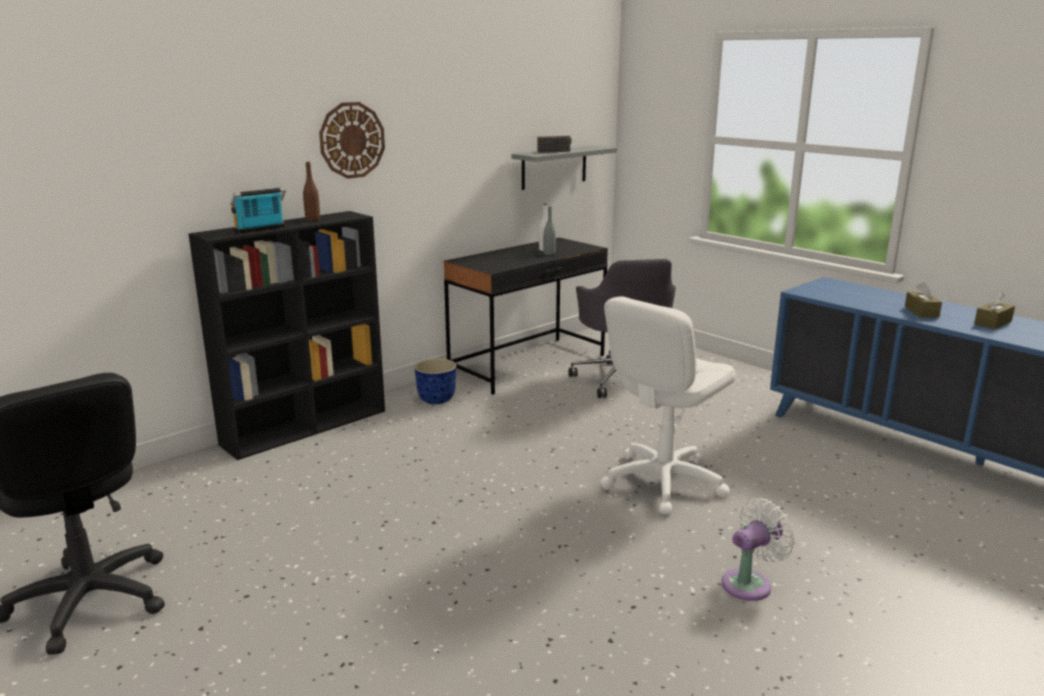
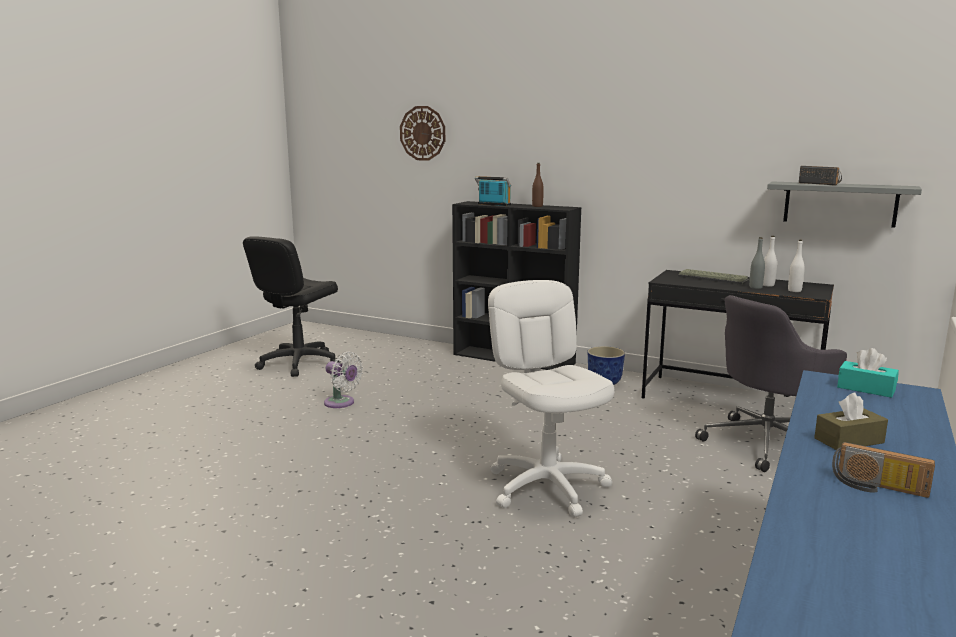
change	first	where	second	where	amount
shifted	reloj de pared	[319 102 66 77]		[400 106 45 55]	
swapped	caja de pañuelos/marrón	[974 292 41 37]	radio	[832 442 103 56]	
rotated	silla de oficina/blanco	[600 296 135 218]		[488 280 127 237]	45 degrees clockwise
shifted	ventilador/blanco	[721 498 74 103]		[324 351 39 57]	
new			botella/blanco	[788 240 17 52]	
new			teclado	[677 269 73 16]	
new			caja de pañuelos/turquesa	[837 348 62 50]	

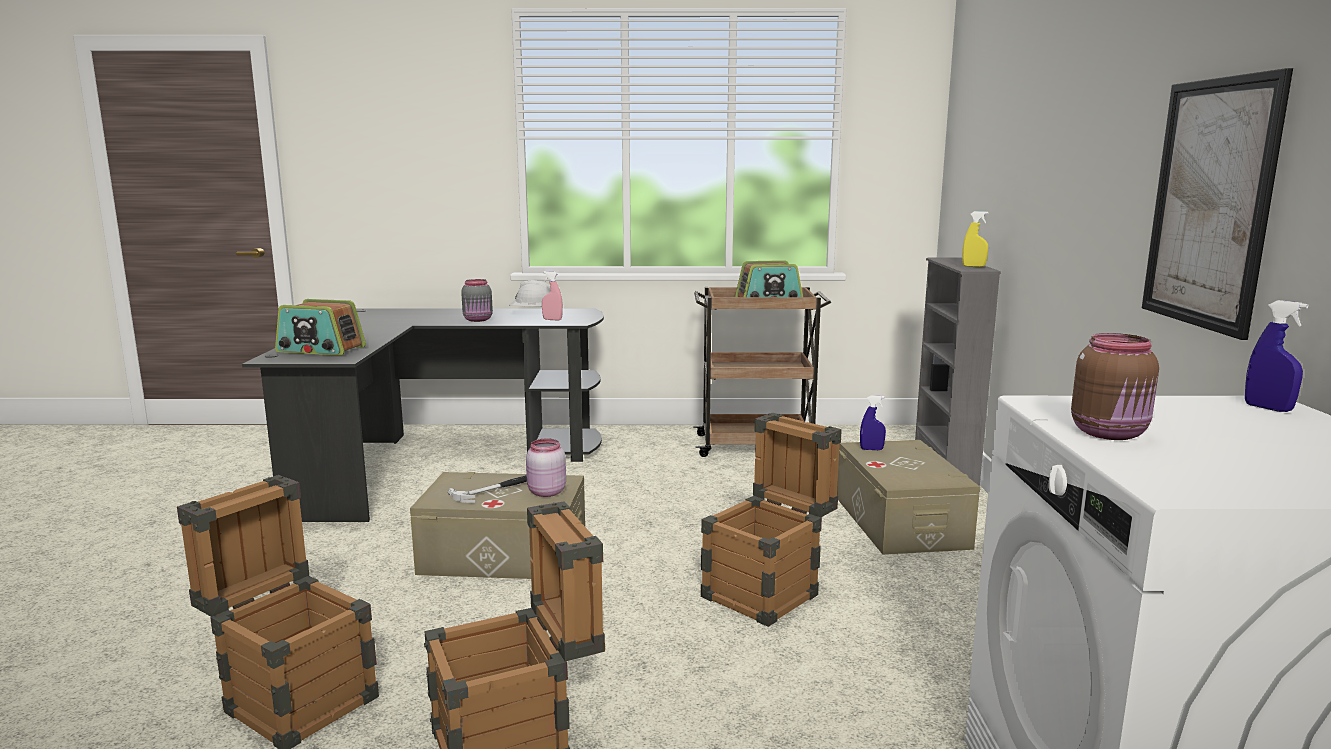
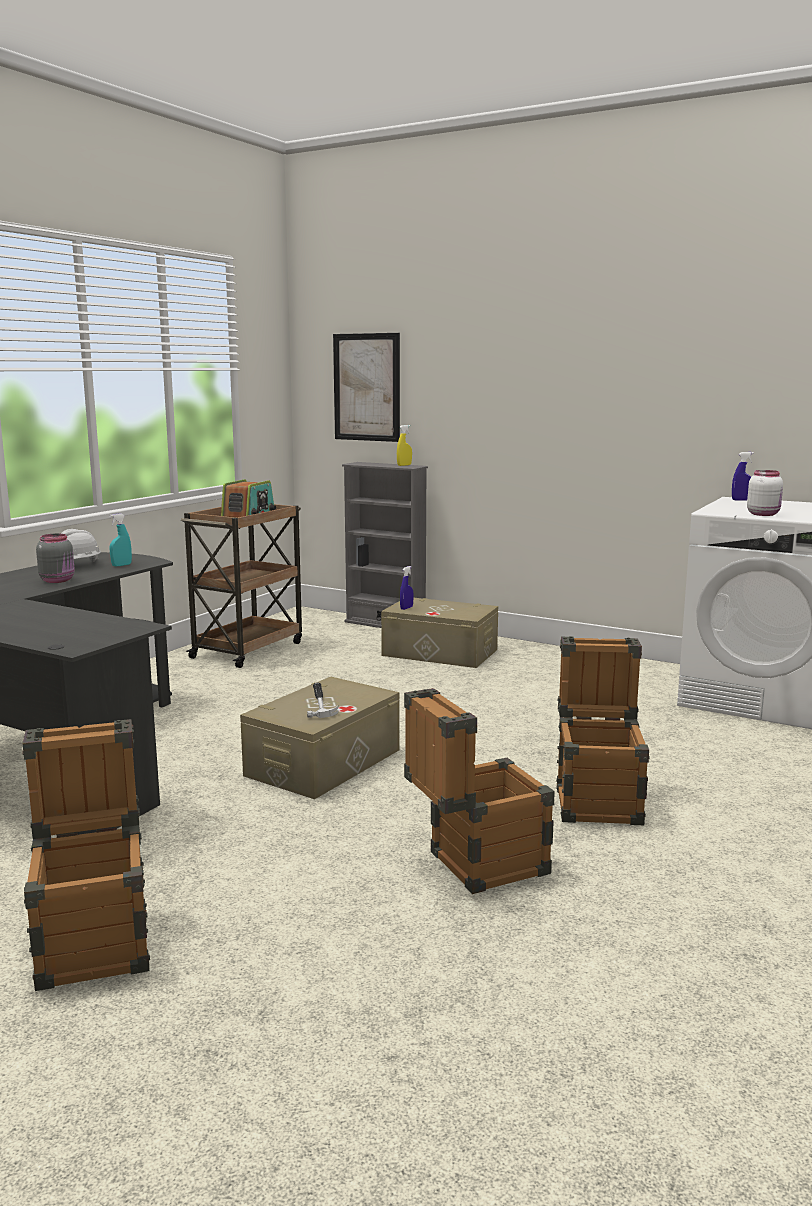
change	first	where	second	where	amount
shifted	cuadro	[1142 68 151 272]		[333 333 67 109]	
repainted	pulverizador/rosa	[542 271 21 49]	pulverizador/turquesa	[110 513 22 53]	
gone	radio	[275 299 91 57]			
repainted	tarro/marrón	[1071 333 88 107]	tarro/blanco	[747 470 36 46]	
shifted	caja de embalaje	[701 413 141 214]		[23 719 127 272]	
gone	tarro/rosa	[526 438 40 59]			

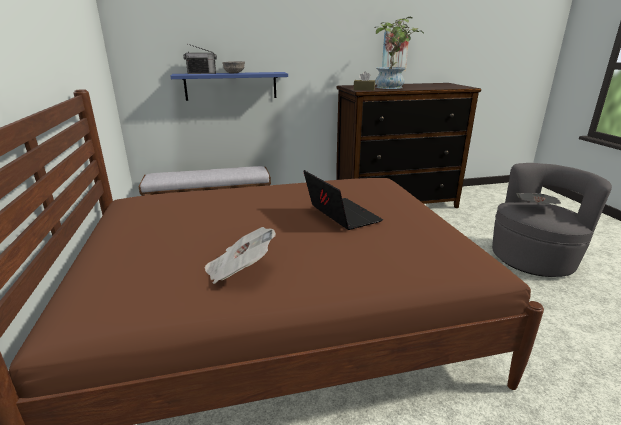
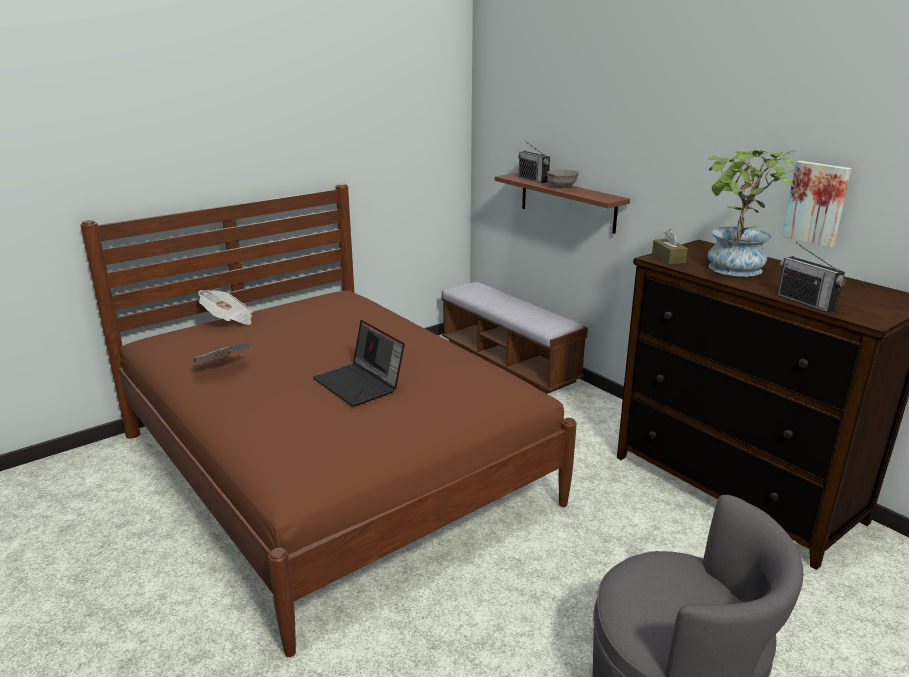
change	first	where	second	where	amount
repainted	estante/azul	[170 72 118 29]	estante/marrón	[495 173 135 61]	
rotated	portátil	[303 170 80 60]		[313 320 92 87]	105 degrees clockwise
shifted	periódico	[516 193 45 11]		[198 290 55 35]	
new			radio	[777 242 69 71]	

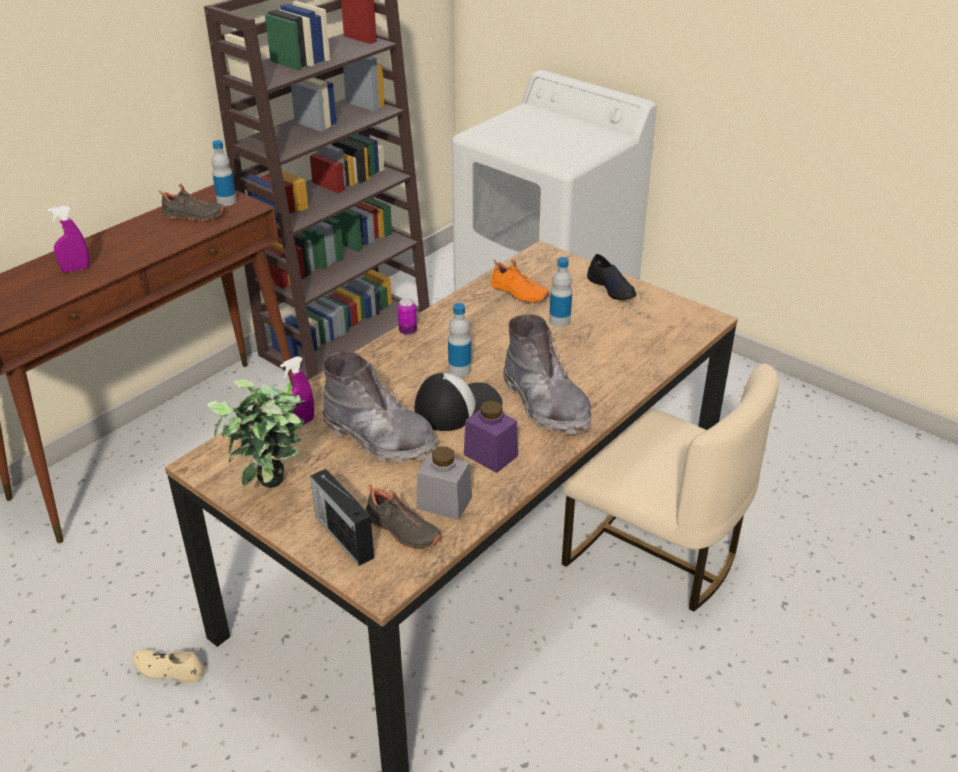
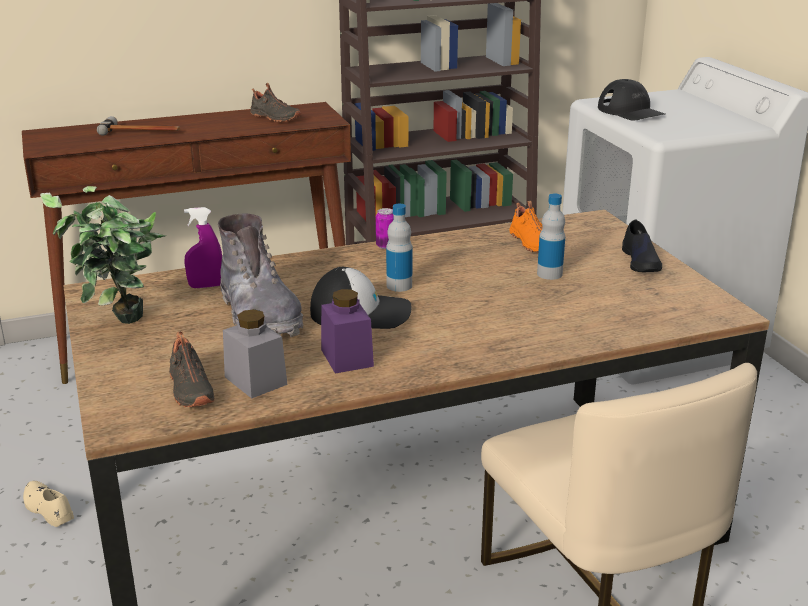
change	first	where	second	where	amount
gone	botella	[211 140 26 66]			
swapped	pulverizador/morado	[47 206 43 66]	martillo	[97 116 83 20]	
gone	bota/gris	[503 314 88 120]			
gone	radio	[310 469 64 97]			
new			gorra/negro	[598 79 67 41]	

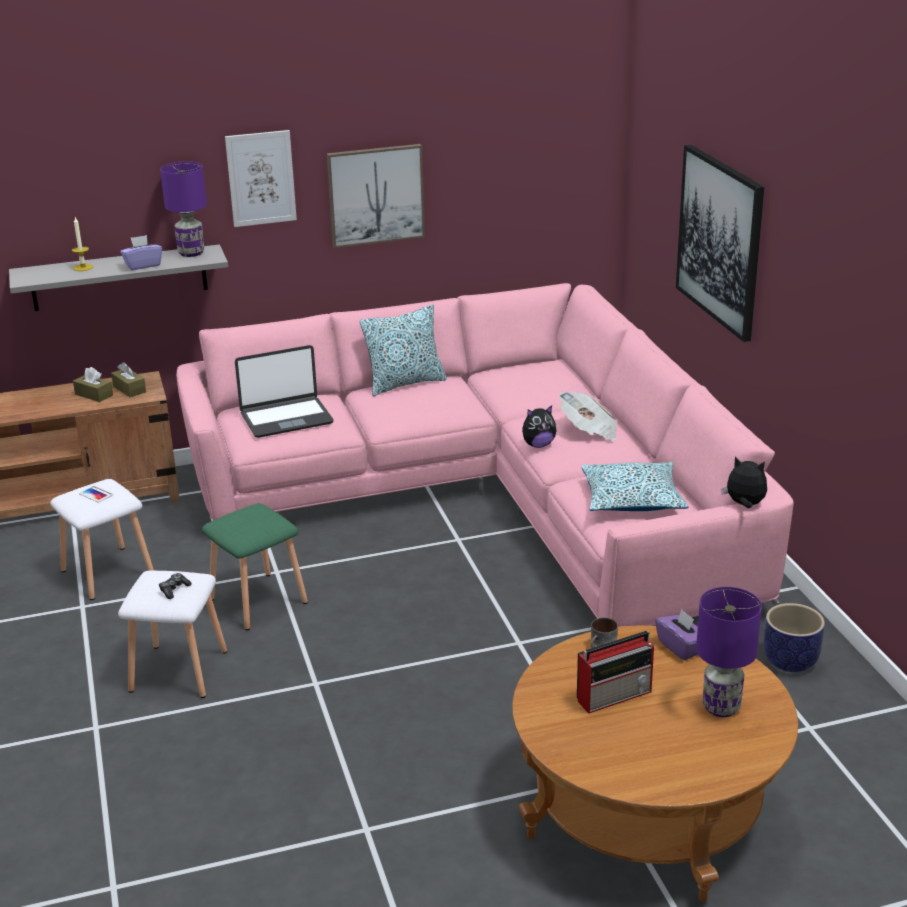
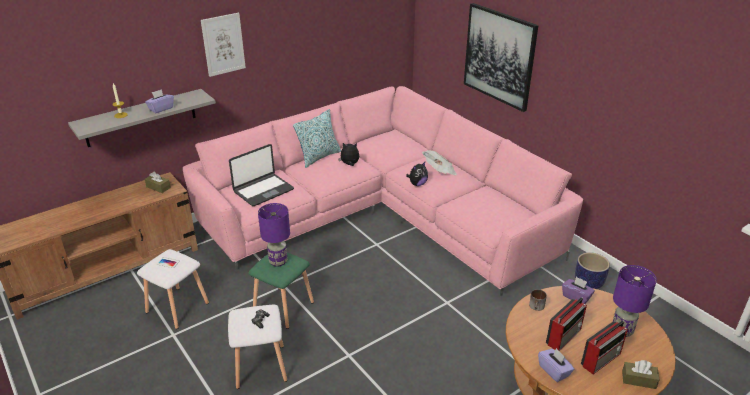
change	first	where	second	where	amount
gone	cuadro	[327 144 98 104]			
shifted	lámpara de mesa/morado	[160 161 47 96]		[258 203 32 64]	
shifted	caja de pañuelos/marrón	[73 367 40 35]		[622 360 38 29]	
shifted	peluche	[721 456 46 52]		[338 143 21 23]	
gone	cojín	[581 462 107 49]			
new			radio	[581 320 47 55]	
new			caja de pañuelos/morado	[538 348 36 34]	

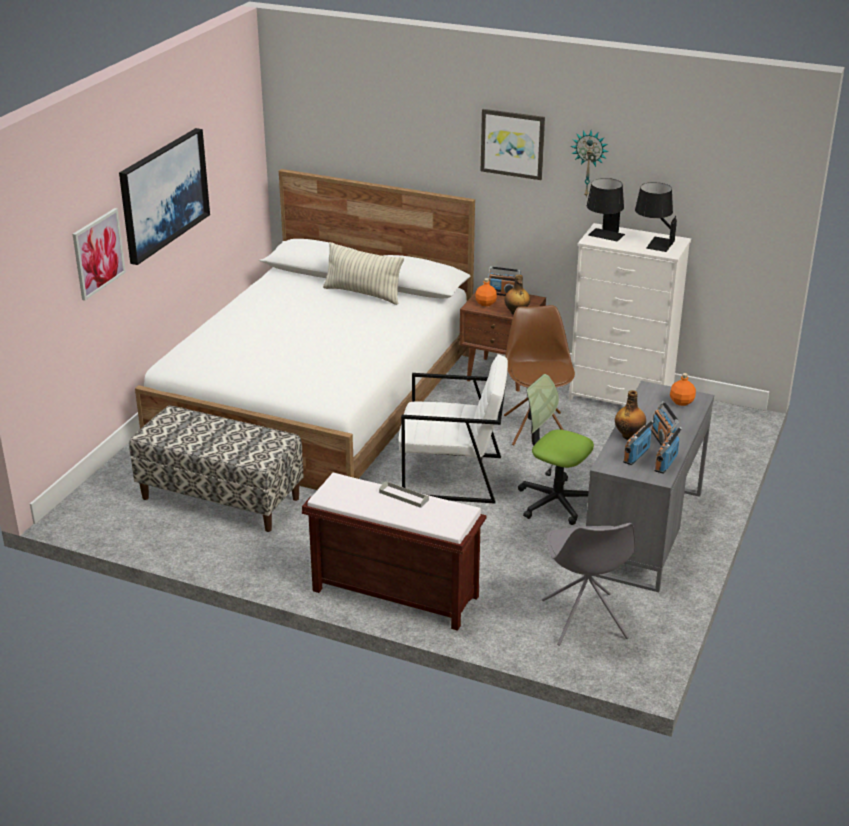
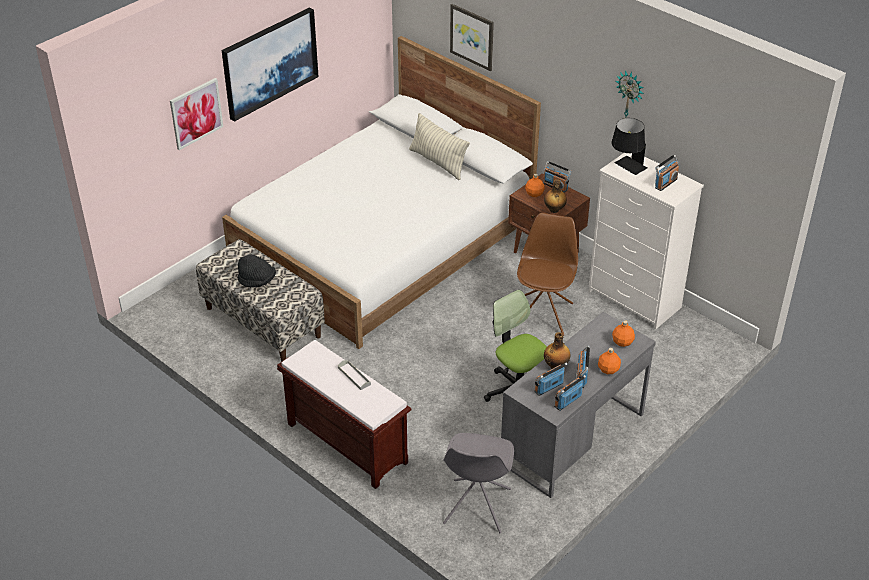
change	first	where	second	where	amount
shifted	cuadro	[481 109 64 71]		[450 4 44 67]	
swapped	lámpara de mesa/negro	[635 182 42 70]	radio	[655 155 24 36]	
gone	sillón/blanco	[399 355 109 149]			
new			sombrero/negro	[238 255 38 33]	
new			botella/naranja	[598 348 23 26]	

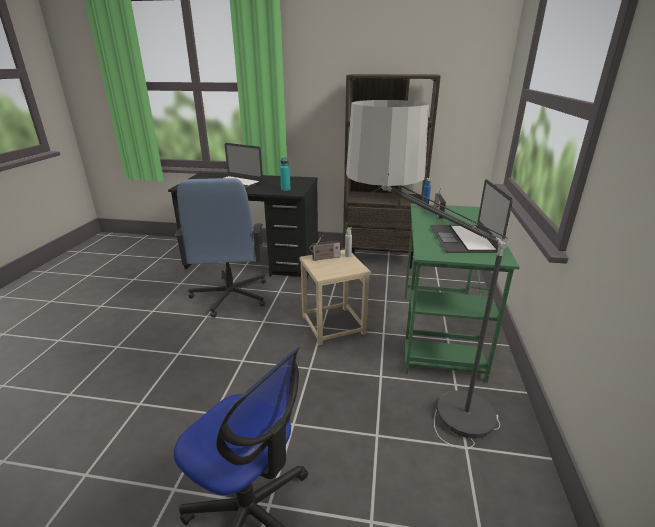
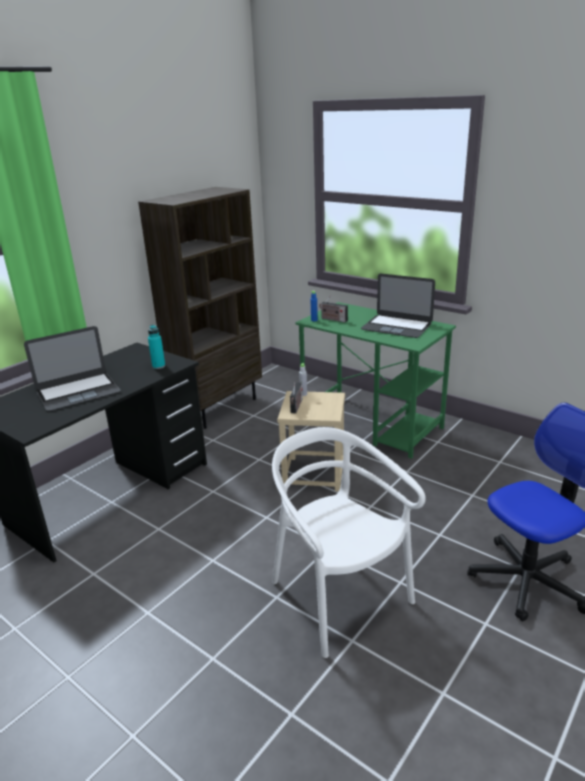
change	first	where	second	where	amount
gone	lámpara de pie	[346 100 163 349]			
gone	silla de oficina/azul	[175 178 91 140]			
new			silla/blanco	[272 427 154 231]	

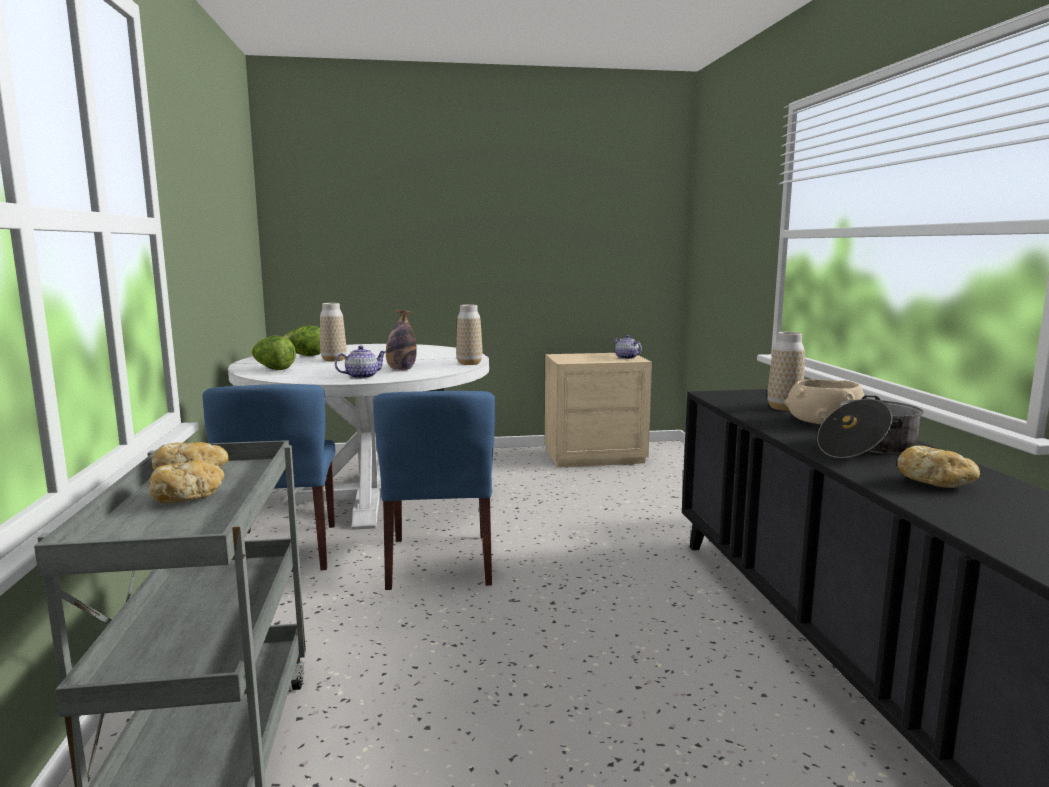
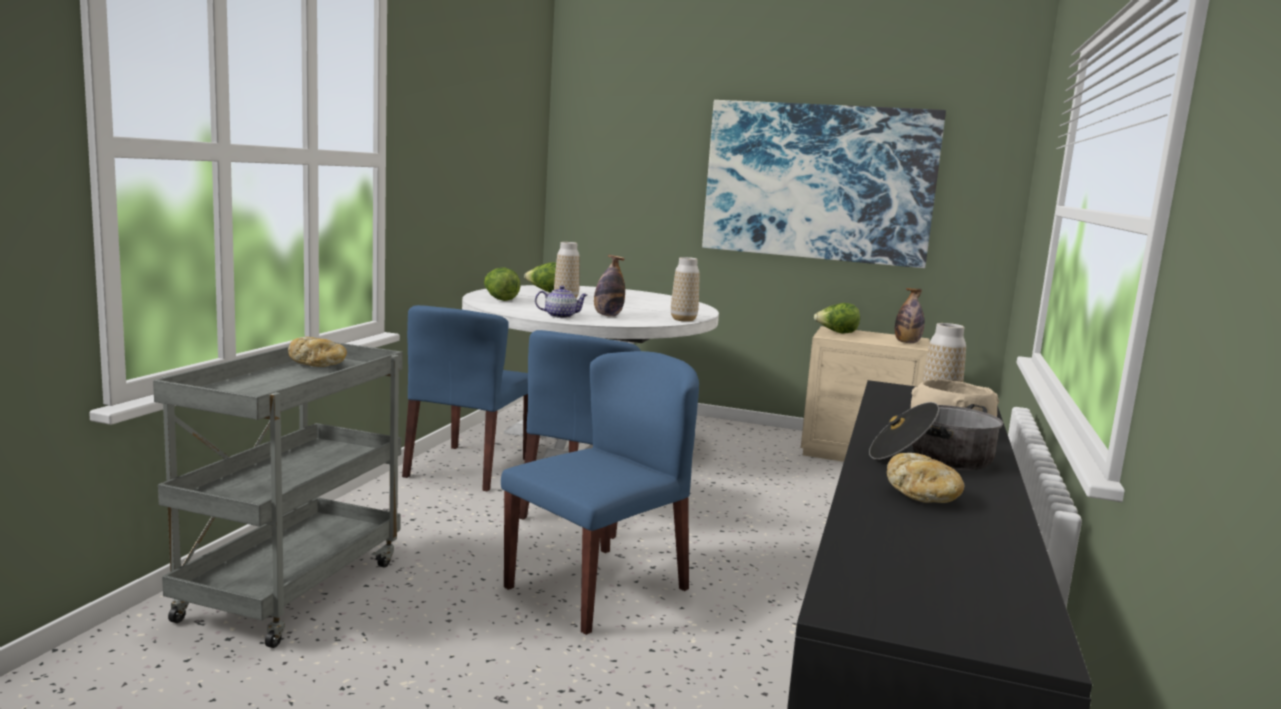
change	first	where	second	where	amount
swapped	tetera	[614 335 28 24]	botella	[895 288 30 55]	
gone	pan	[149 460 75 43]			
new			cuadro	[702 100 244 168]	
new			lechuga	[814 303 46 30]	
new			silla/azul	[501 351 198 284]	

